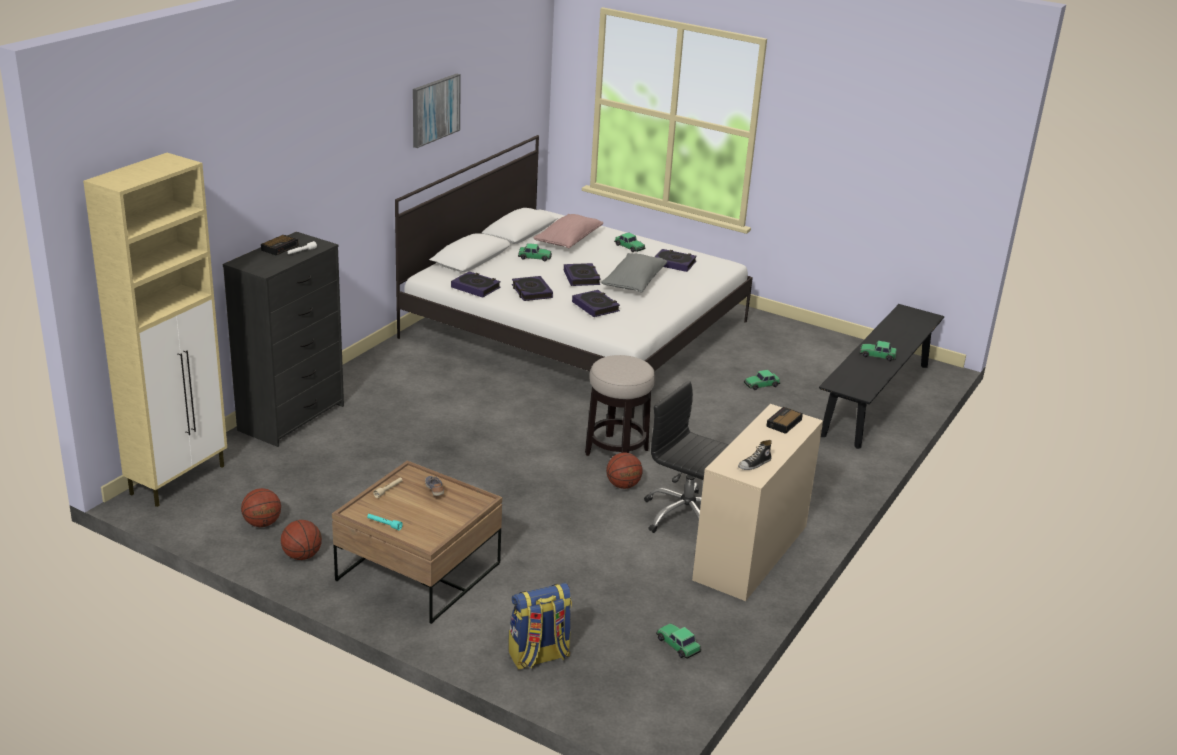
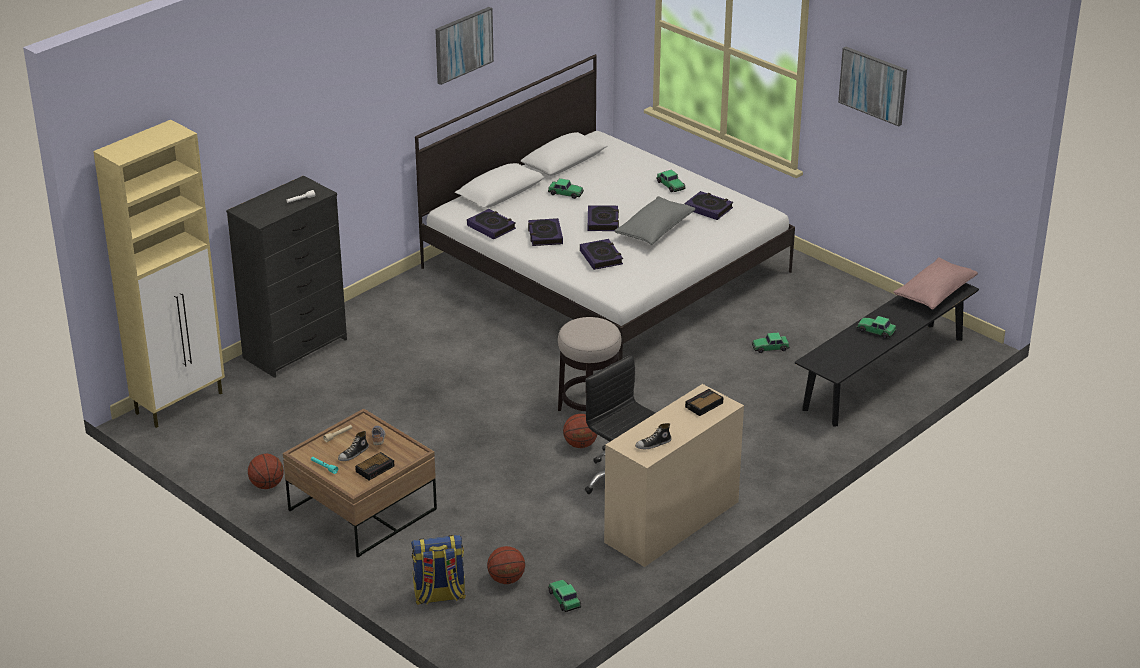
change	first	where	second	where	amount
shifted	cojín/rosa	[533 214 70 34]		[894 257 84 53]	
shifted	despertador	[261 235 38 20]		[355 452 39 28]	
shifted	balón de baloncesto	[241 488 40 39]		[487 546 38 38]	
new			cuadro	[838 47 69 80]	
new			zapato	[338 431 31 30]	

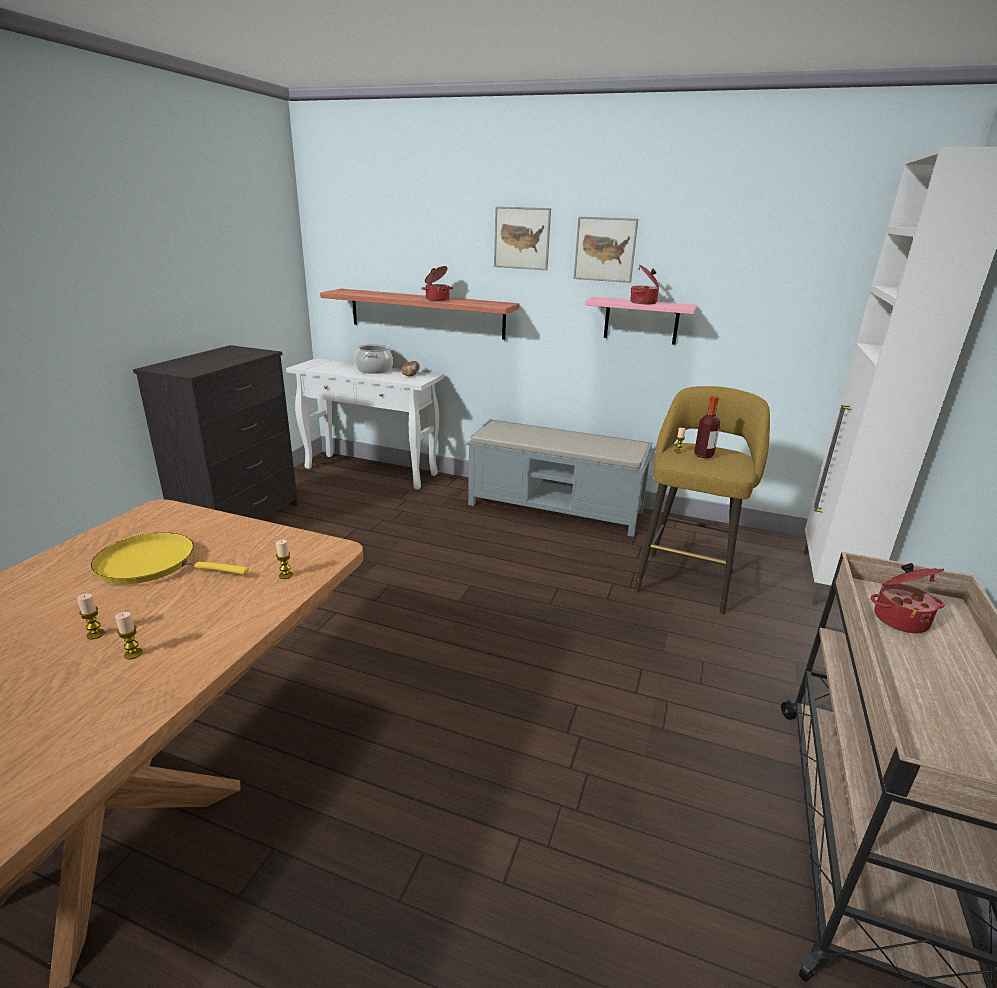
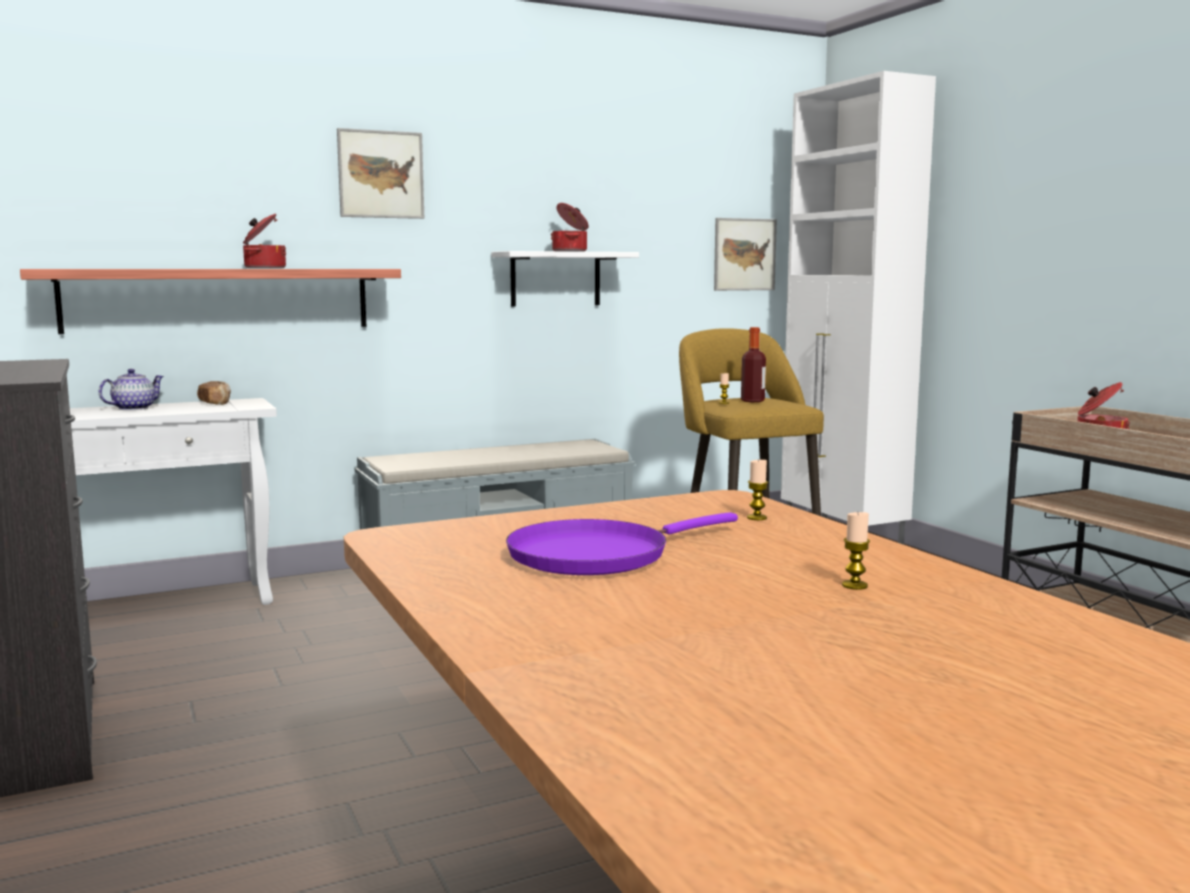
change	first	where	second	where	amount
shifted	cuadro	[573 216 65 67]		[714 218 63 73]	
repainted	estante/rosa	[585 297 112 48]	estante/blanco	[491 251 148 55]	
swapped	olla	[355 344 38 30]	tetera	[99 369 65 41]	
repainted	sartén/amarillo	[91 533 158 51]	sartén/morado	[506 512 232 63]	
gone	vela	[77 594 28 46]			

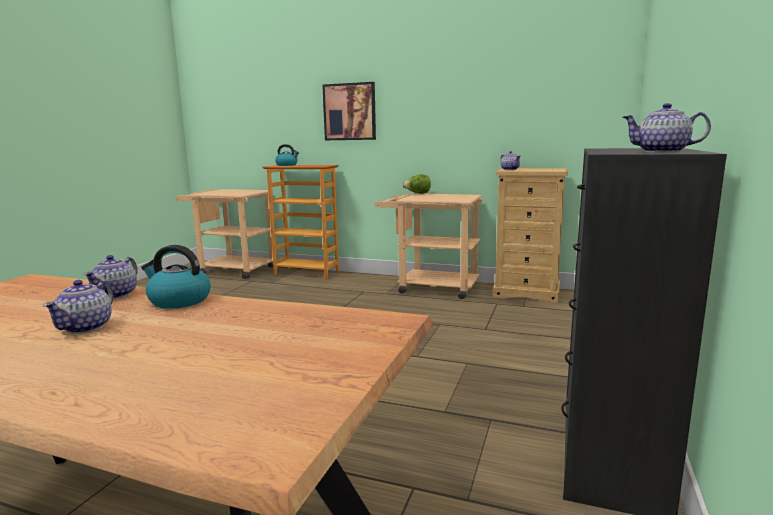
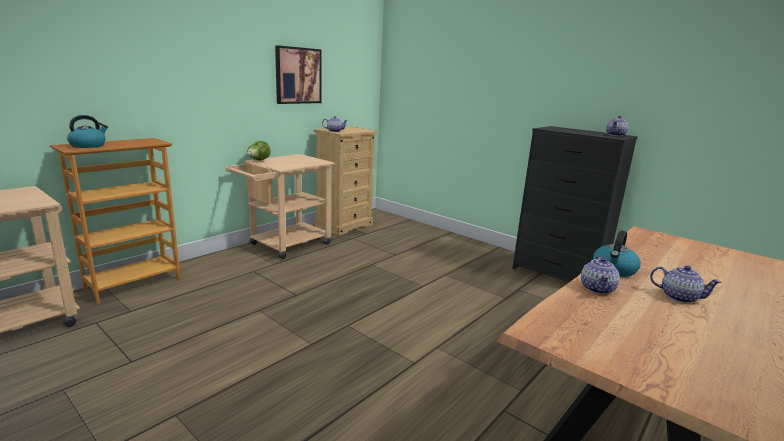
change	first	where	second	where	amount
shifted	cuadro	[322 82 54 58]		[275 45 47 59]	
rotated	tetera	[83 255 55 44]		[581 256 39 38]	75 degrees clockwise

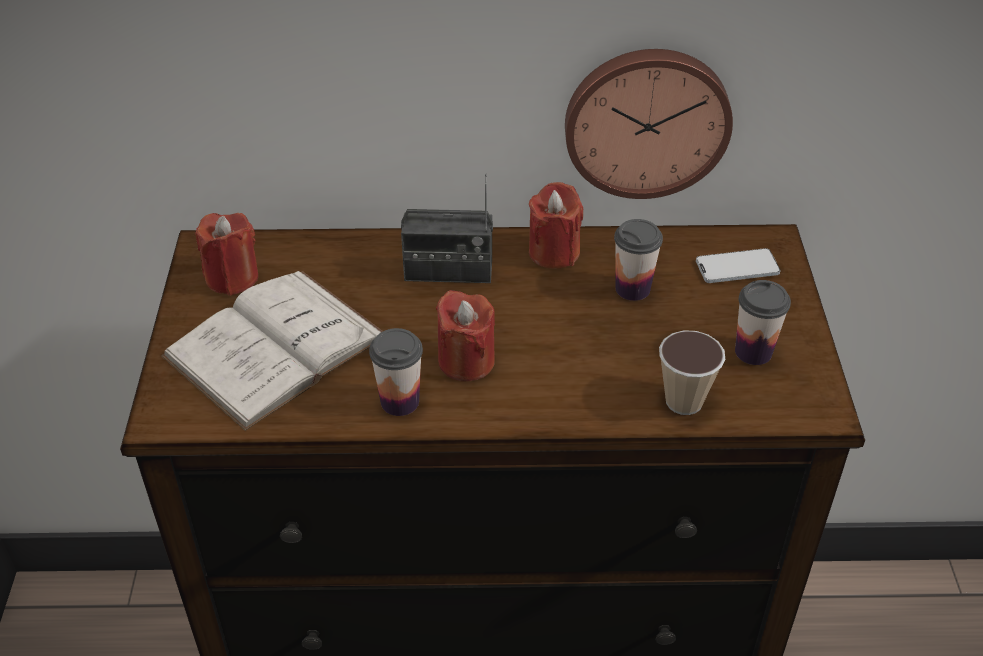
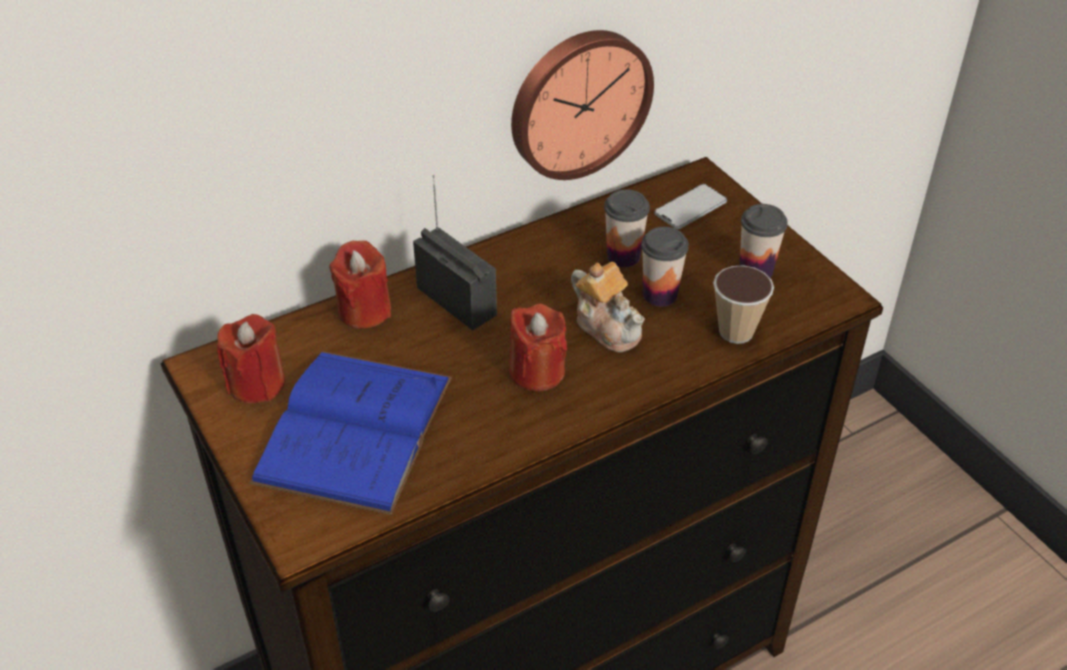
change	first	where	second	where	amount
rotated	radio	[401 174 92 109]		[413 175 84 155]	105 degrees counterclockwise
shifted	vela/rojo	[529 182 54 87]		[329 240 62 89]	
repainted	libro/blanco	[161 271 222 160]	libro/azul	[250 351 202 164]	
shifted	taza	[369 328 54 88]		[641 227 48 79]	
new			tetera	[571 262 74 90]	

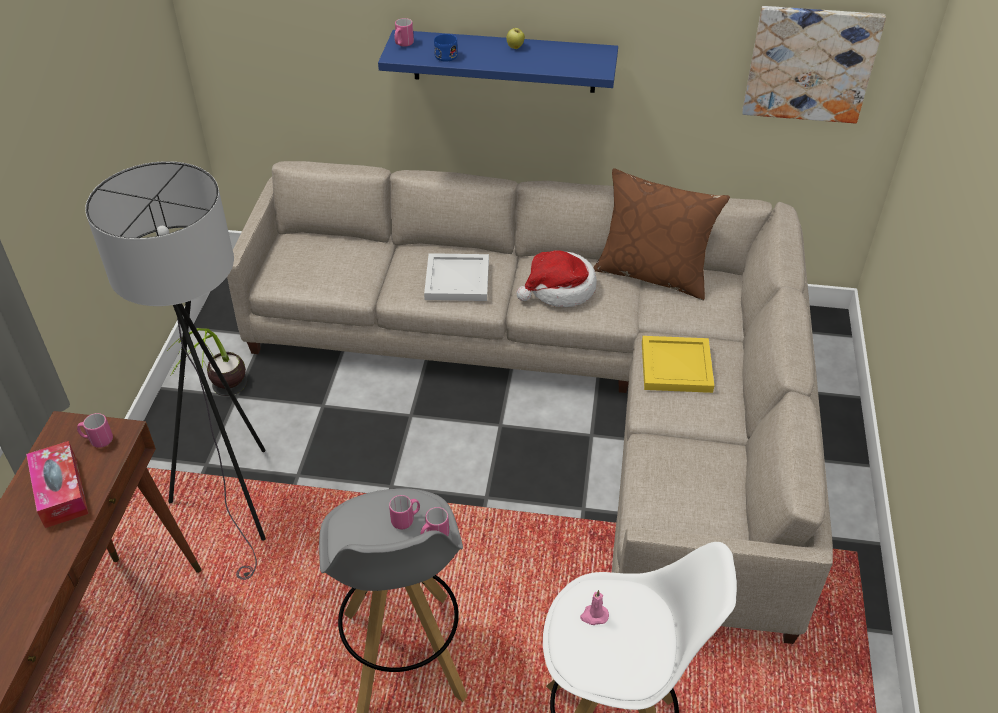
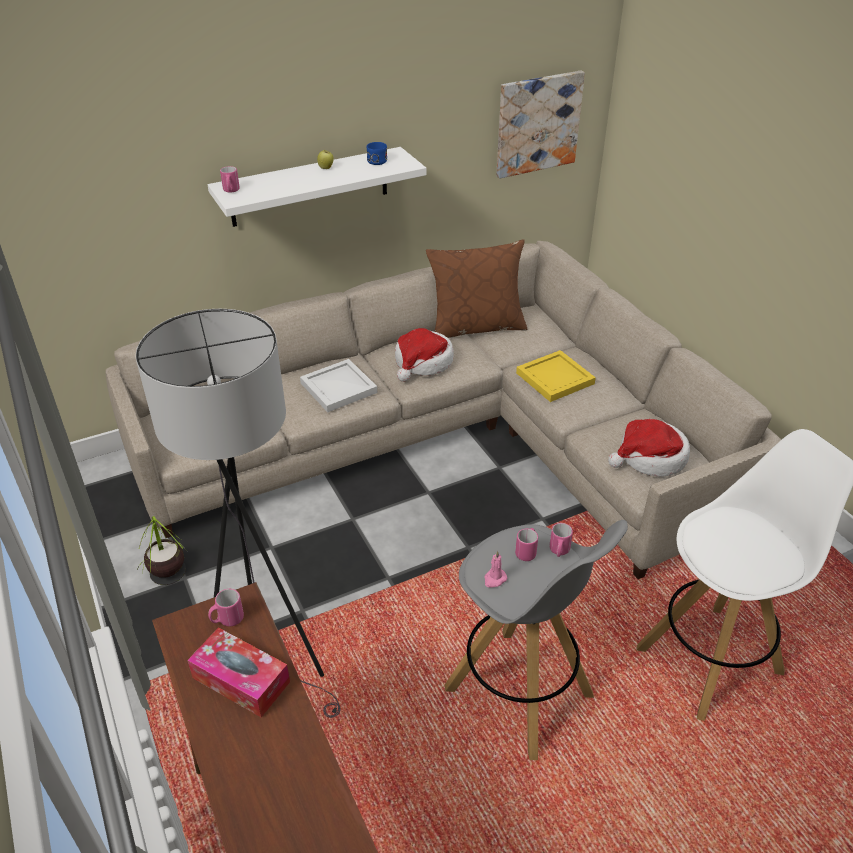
change	first	where	second	where	amount
repainted	estante/azul	[378 30 240 63]	estante/blanco	[207 147 219 80]	
shifted	taza grande/azul	[434 34 24 28]		[367 142 20 23]	
shifted	vela/rosa	[580 590 29 35]		[484 551 23 37]	
new			sombrero	[608 419 82 58]	

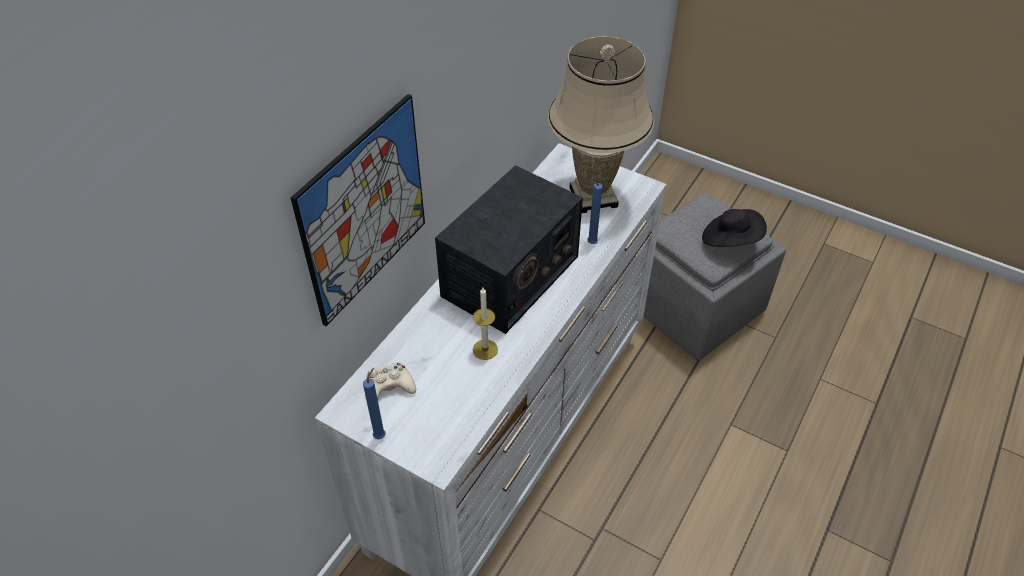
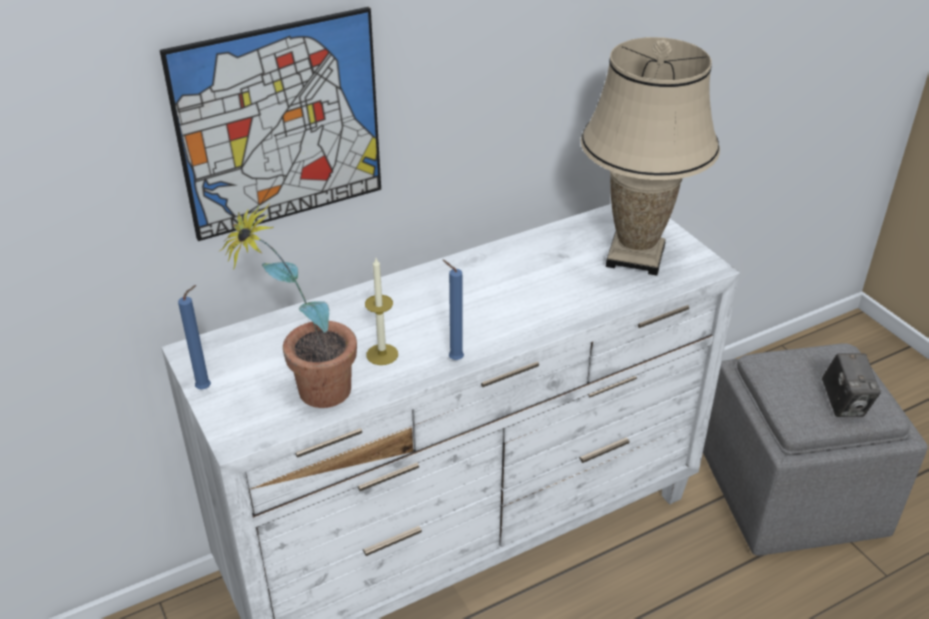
change	first	where	second	where	amount
gone	radio	[435 165 148 169]			
shifted	vela/azul	[587 180 15 64]		[443 260 21 100]	
swapped	sombrero/negro	[702 209 65 38]	cámara	[822 353 59 64]	
gone	mando de consola/beis	[366 362 50 37]			
new			planta en maceta	[220 204 137 204]	

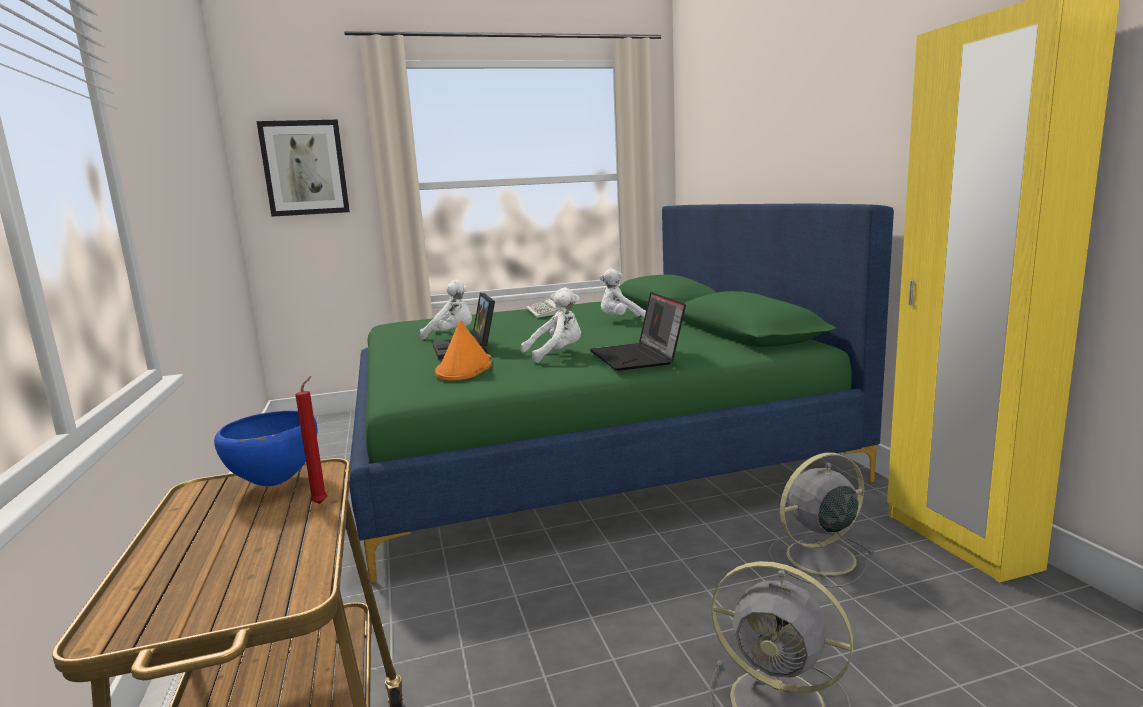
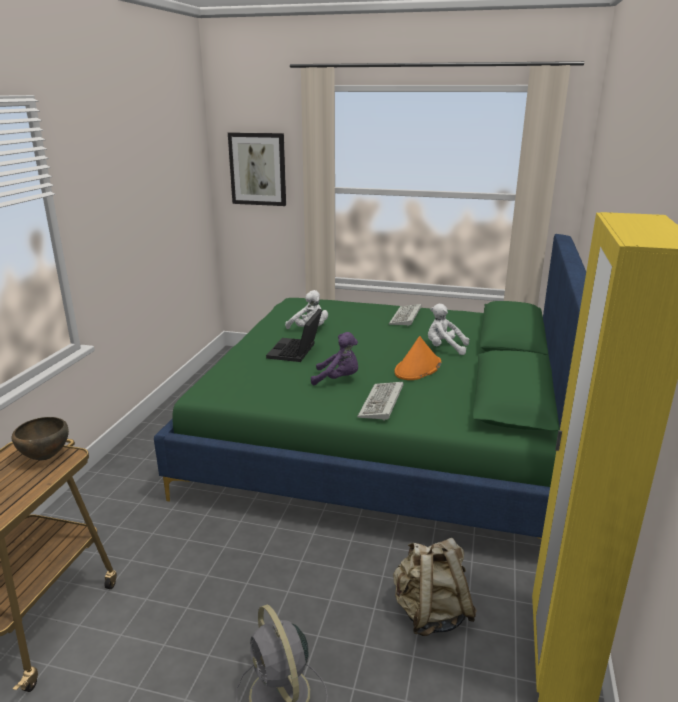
change	first	where	second	where	amount
repainted	peluche/blanco	[521 288 60 75]	peluche/morado	[311 332 47 53]	
swapped	portátil	[590 292 96 79]	teclado	[357 382 47 38]	
shifted	sombrero/naranja	[435 320 57 61]		[394 336 47 44]	
gone	vela/rojo	[295 376 32 128]			
repainted	cuenco/azul	[214 411 103 75]	cuenco/marrón	[11 417 58 43]	
swapped	ventilador/gris	[768 452 106 136]	mochila/beis	[393 538 84 98]	

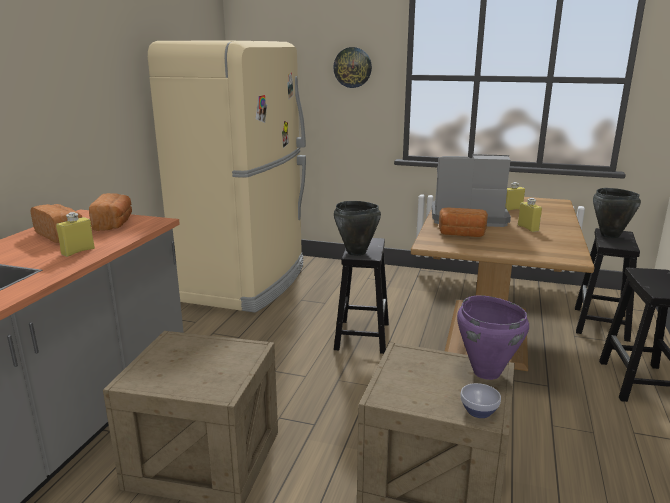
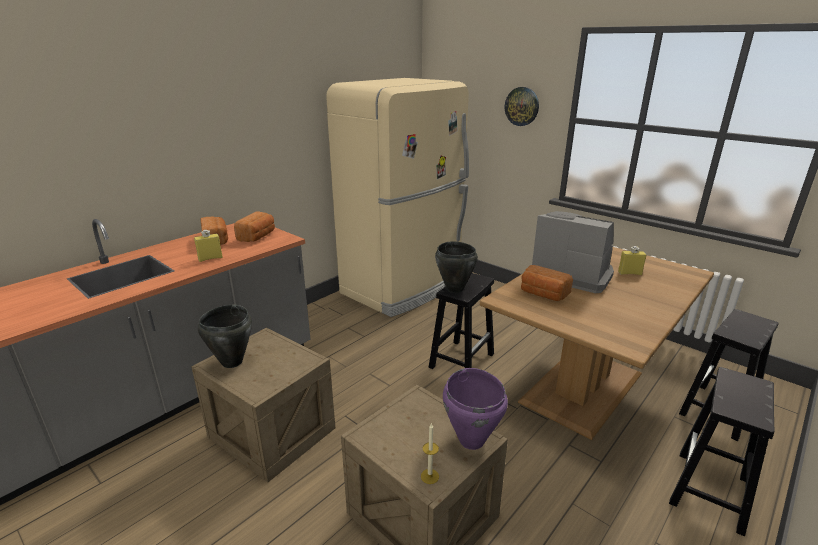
change	first	where	second	where	amount
shifted	olla/negro	[593 188 48 50]		[198 305 54 63]	
gone	botella/amarillo	[518 198 24 34]			
swapped	cuenco	[460 383 41 35]	vela	[421 424 18 60]	

